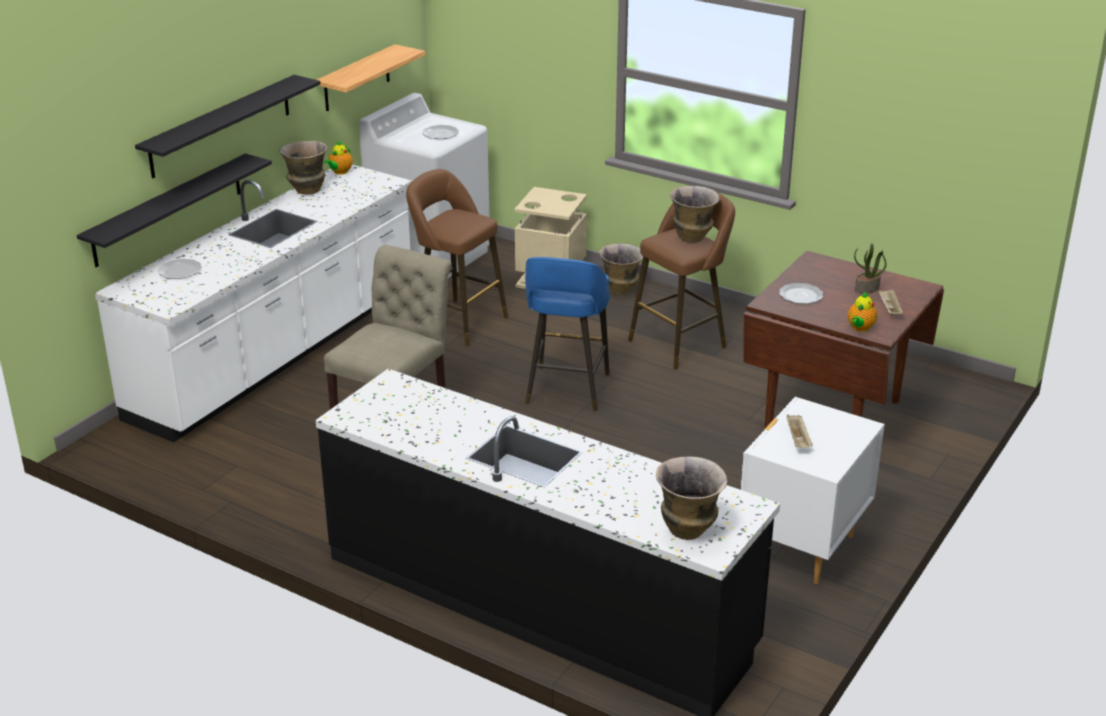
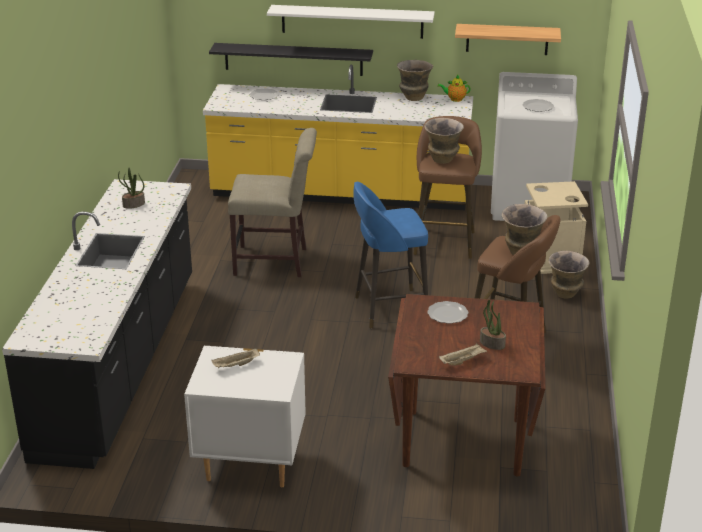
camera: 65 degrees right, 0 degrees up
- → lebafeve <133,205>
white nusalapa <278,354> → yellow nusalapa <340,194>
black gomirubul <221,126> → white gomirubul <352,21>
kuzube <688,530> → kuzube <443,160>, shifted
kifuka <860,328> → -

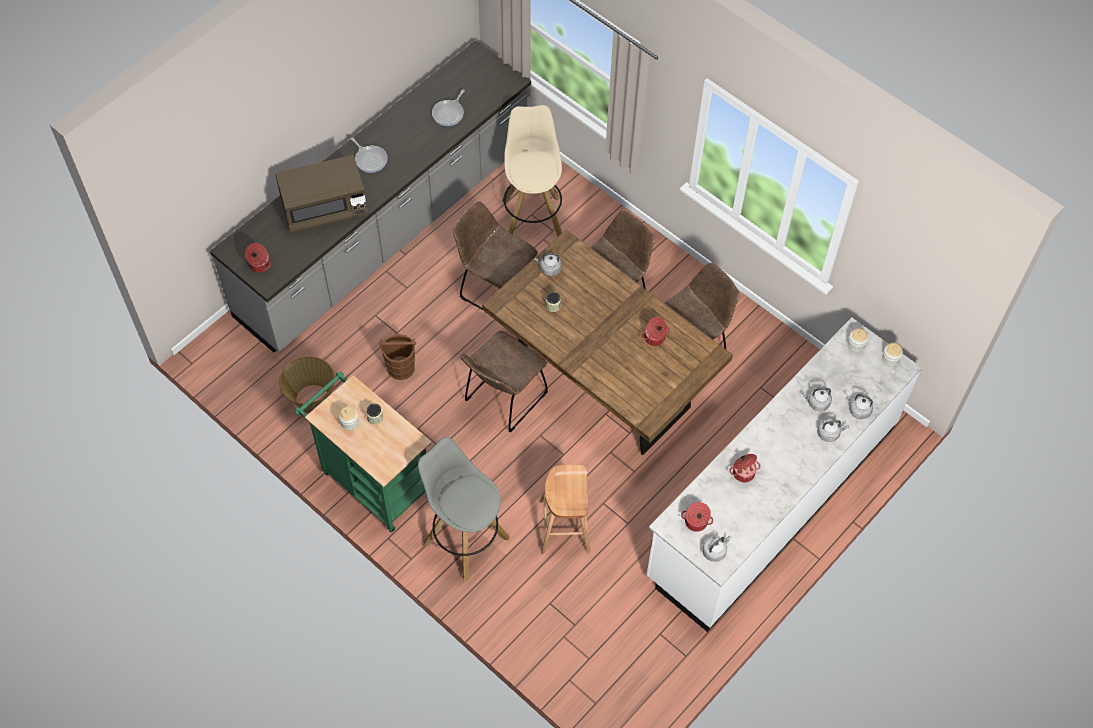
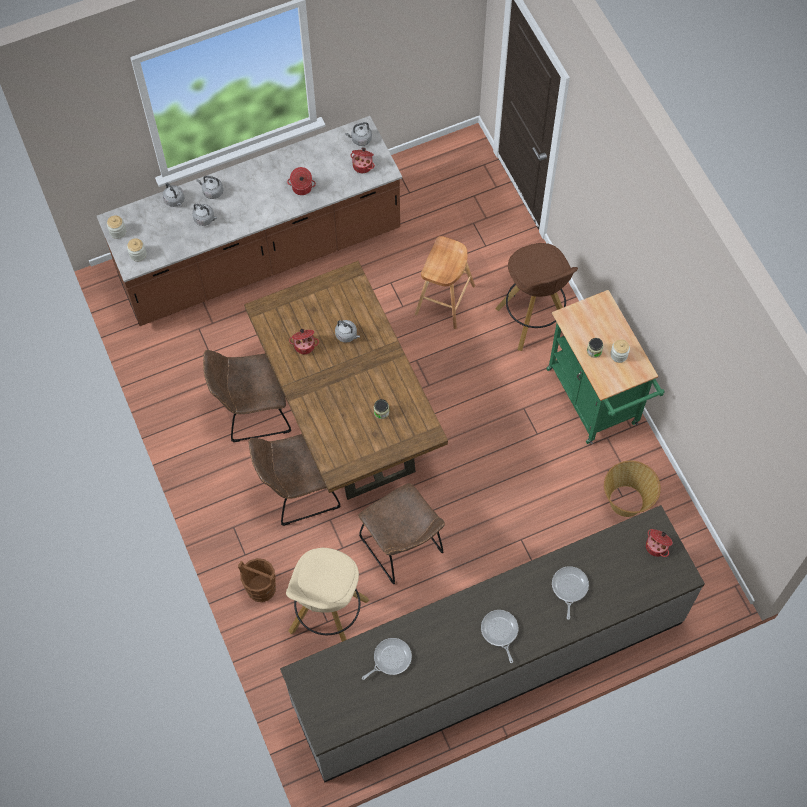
camera: 155 degrees left, 5 degrees up
white nusalapa <772,500> → brown nusalapa <260,256>
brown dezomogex <400,368> → brown dezomogex <261,588>, shifted
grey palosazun <549,269> → grey palosazun <347,335>, shifted
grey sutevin <465,539> → brown sutevin <534,320>
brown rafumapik <325,208> → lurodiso <569,588>
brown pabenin <503,400> → -

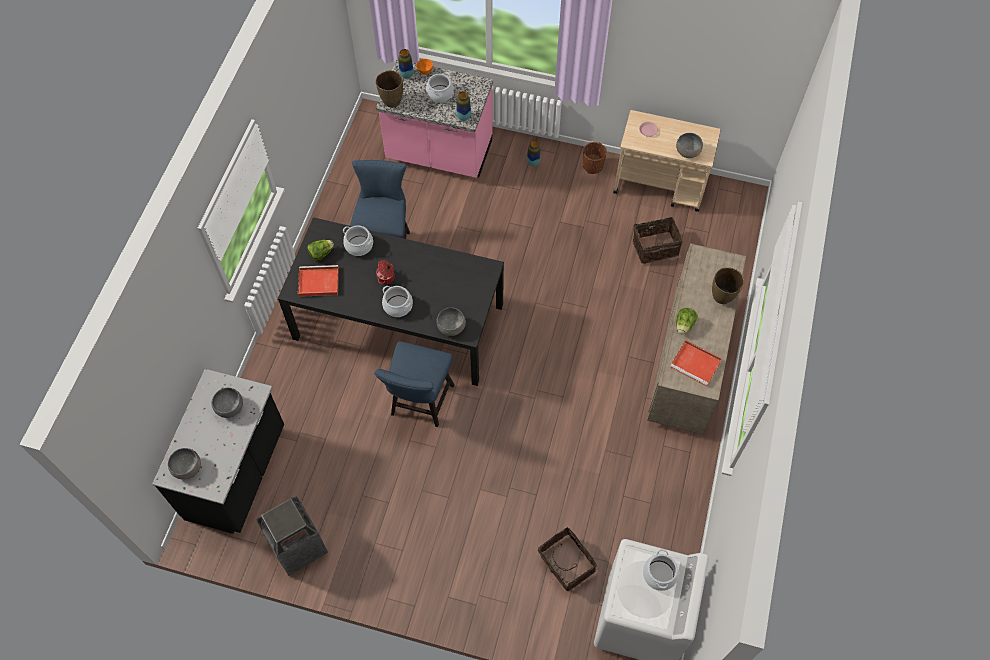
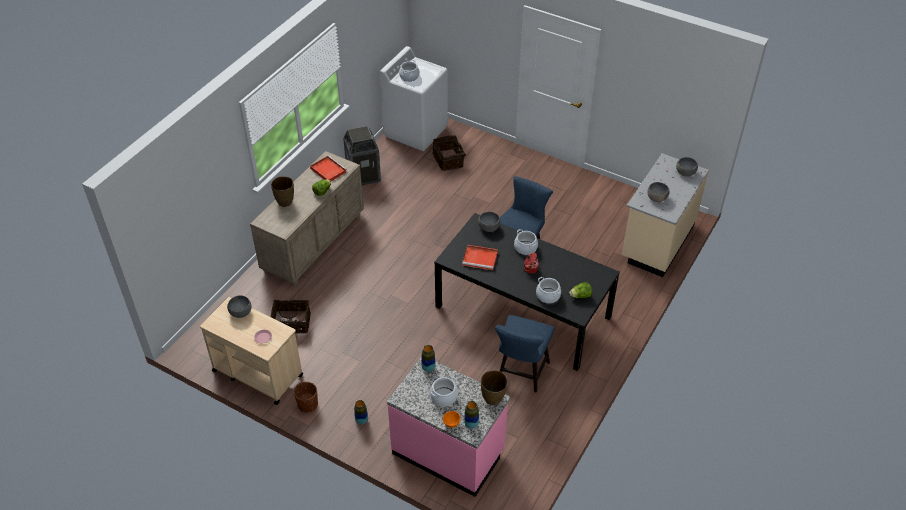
camera: 165 degrees left, 15 degrees down
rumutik <298,546> → rumutik <363,175>, shifted
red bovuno <317,282> → red bovuno <480,258>, shifted
black nusalapa <238,474> → beige nusalapa <656,241>

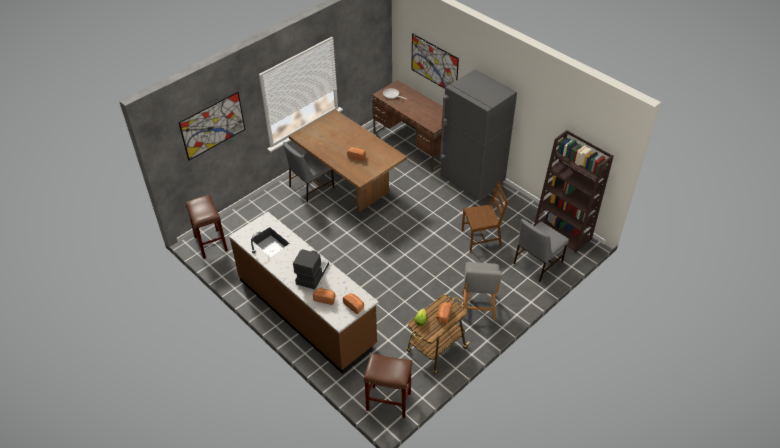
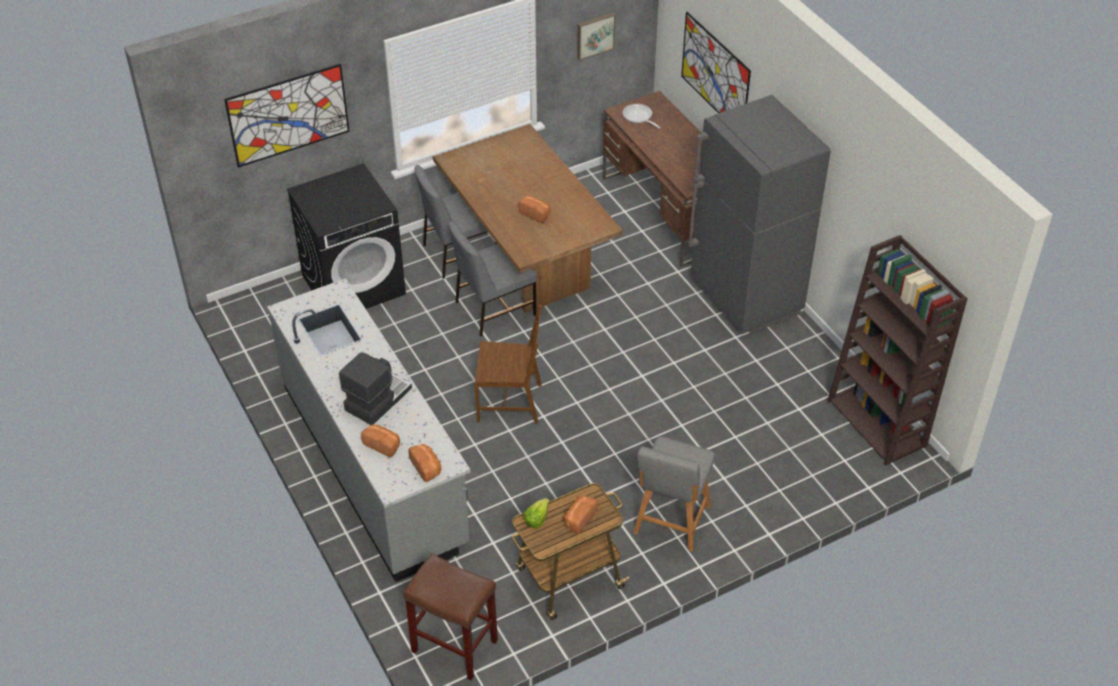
camera: 15 degrees right, 0 degrees up
brown nusalapa <306,311> → grey nusalapa <374,464>
- → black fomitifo <354,284>
grey pabenin <537,263> → grey pabenin <493,308>, shifted
brown pabenin <481,238> → brown pabenin <510,402>, shifted
- → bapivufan <594,35>
brown sutevin <210,243> → -

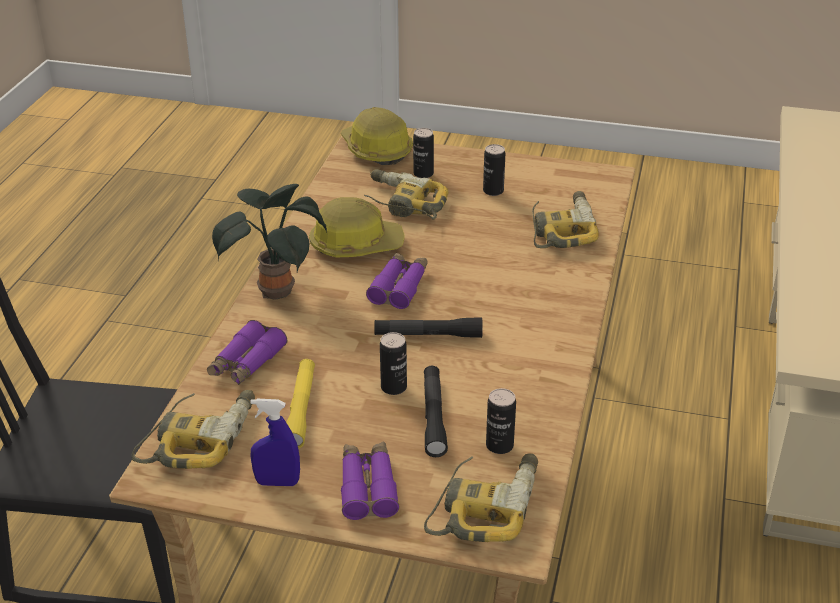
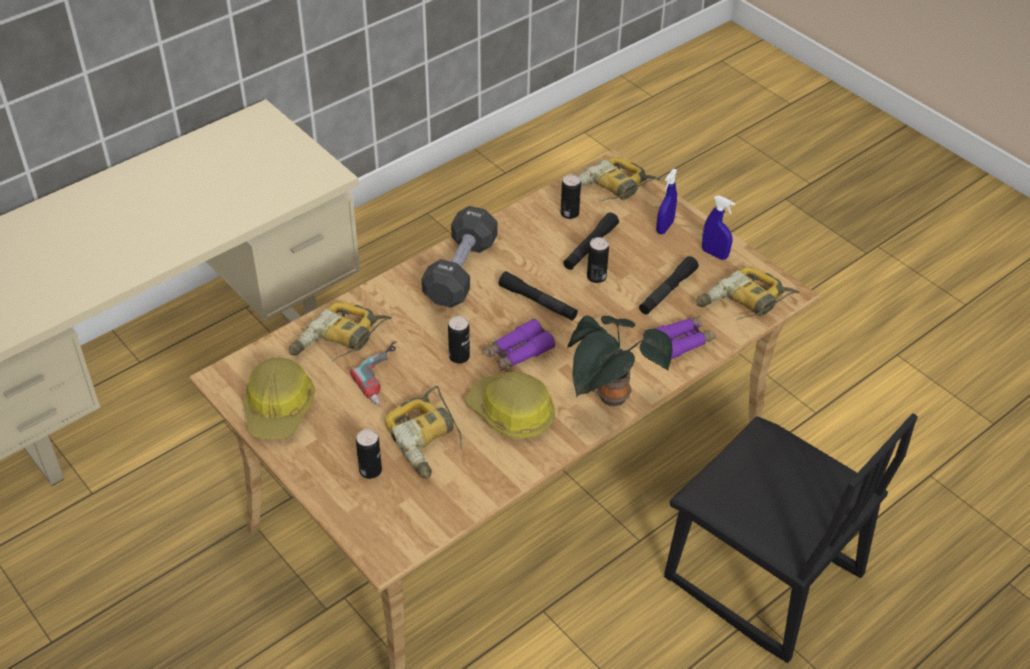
camera: 145 degrees left, 10 degrees up
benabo <376,150> → benabo <279,407>, shifted
- → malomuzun <385,377>
- → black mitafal <460,271>
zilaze <493,191> → zilaze <459,356>, shifted
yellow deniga <301,409> → black deniga <667,291>
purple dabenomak <368,487> → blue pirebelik <664,227>

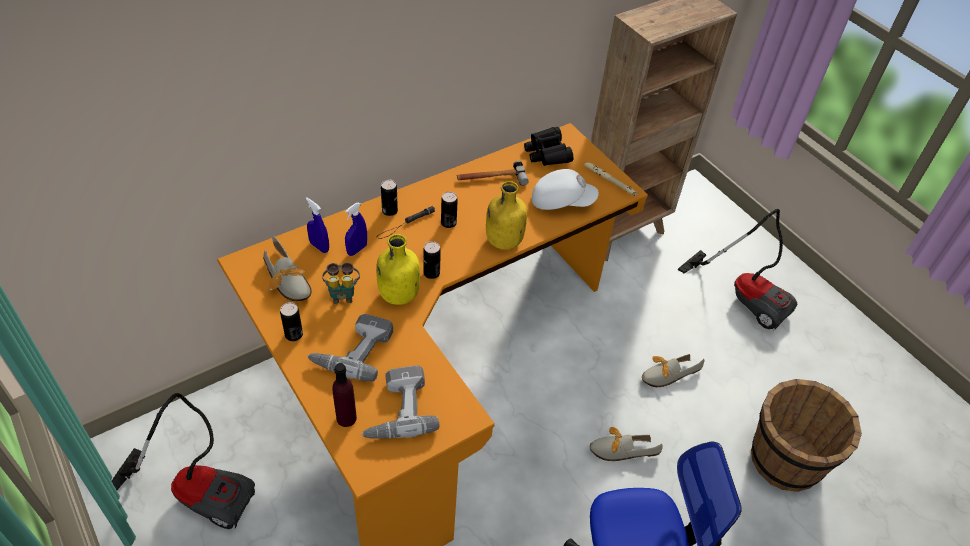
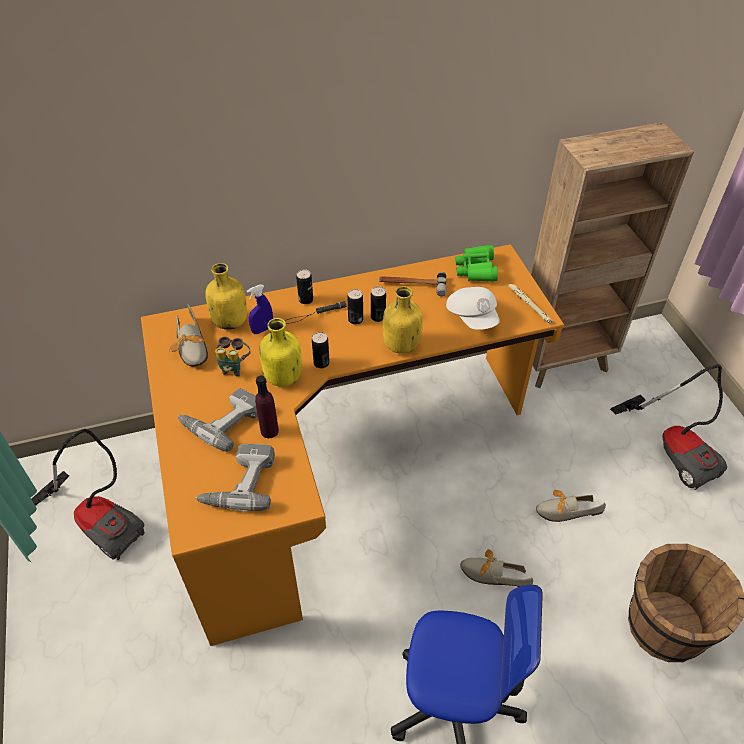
camera: 20 degrees right, 0 degrees up
blue pirebelik <319,247> → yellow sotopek <230,321>
purple sotopek <346,418> → purple sotopek <269,431>, shifted
zilaze <294,334> → zilaze <378,317>, shifted
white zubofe <562,201> → white zubofe <473,317>, 45 degrees clockwise
black dabenomak <547,153> → green dabenomak <476,269>

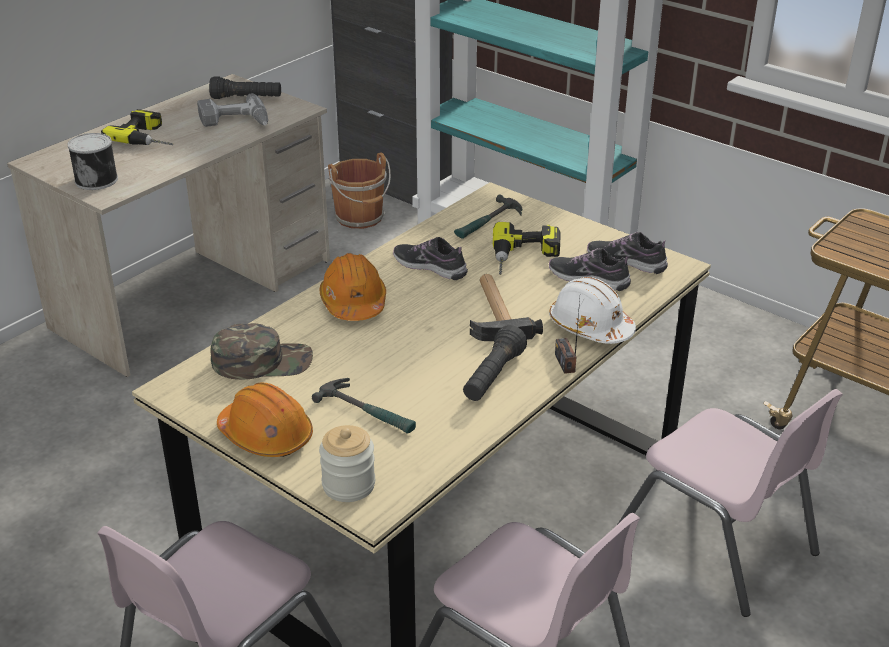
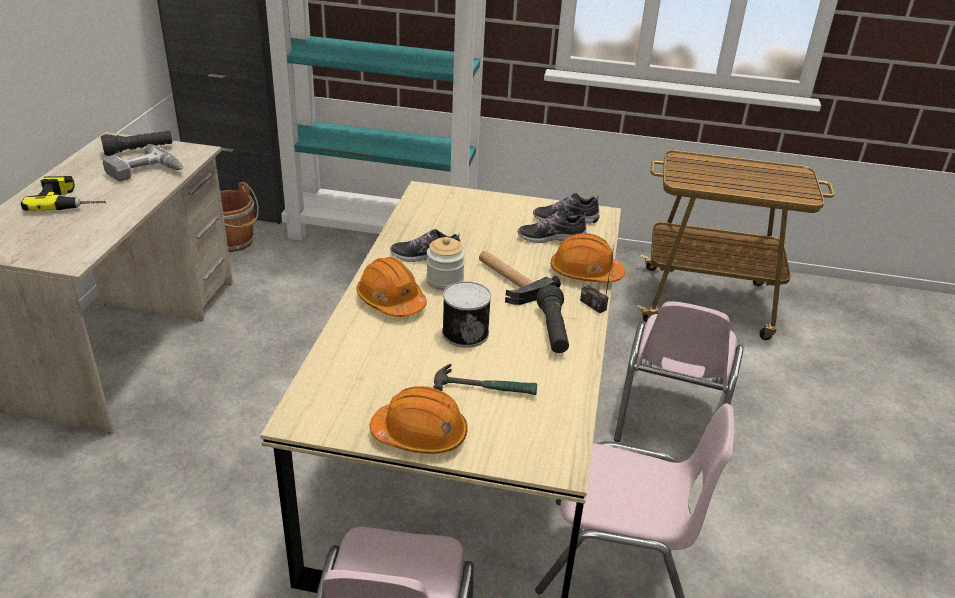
camera: 30 degrees left, 0 degrees up
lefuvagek <348,485> → lefuvagek <445,281>, shifted
zilaze <97,179> → zilaze <465,332>, shifted
white benabo <590,327> → orange benabo <585,273>
pink pabenin <717,543> → pink pabenin <670,415>, 90 degrees clockwise
green zubofe <262,361> → -
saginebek <488,223> → -
malomuzun <525,258> → -

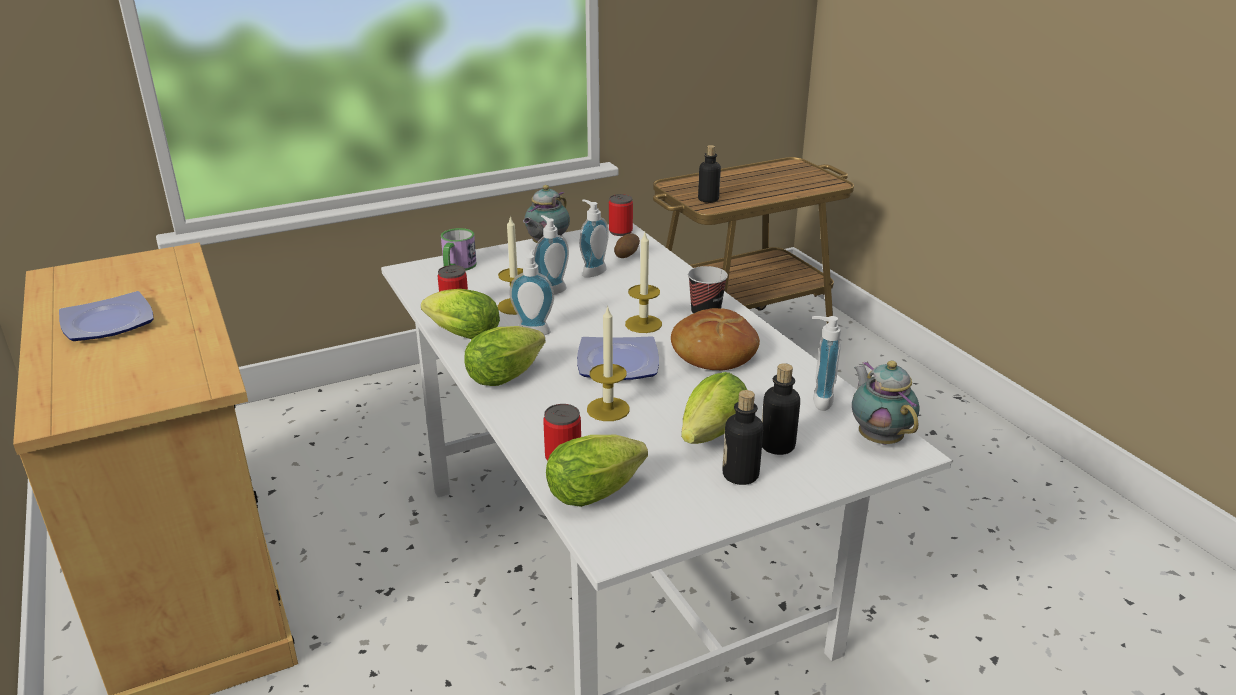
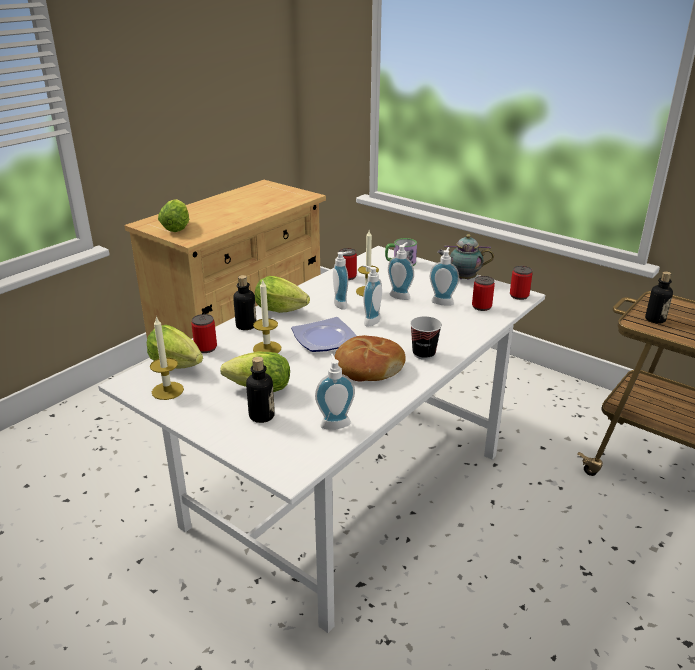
camera: 65 degrees right, 0 degrees up
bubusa <643,324> → bubusa <167,391>, shifted
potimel <459,335> → potimel <177,227>, shifted
sotopek <740,475> → sotopek <246,326>, shifted
- → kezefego <369,321>
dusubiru <626,256> → zilaze <481,306>
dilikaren <110,323> → -
kifuka <878,438> → -

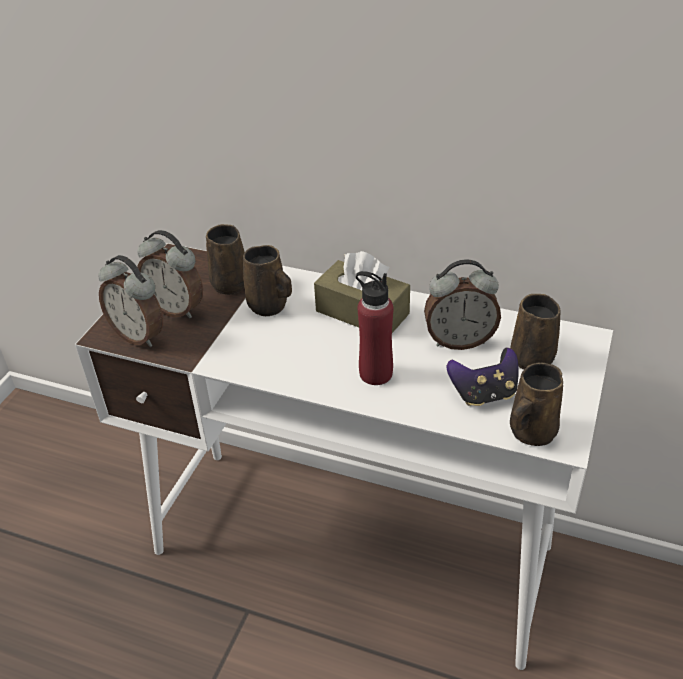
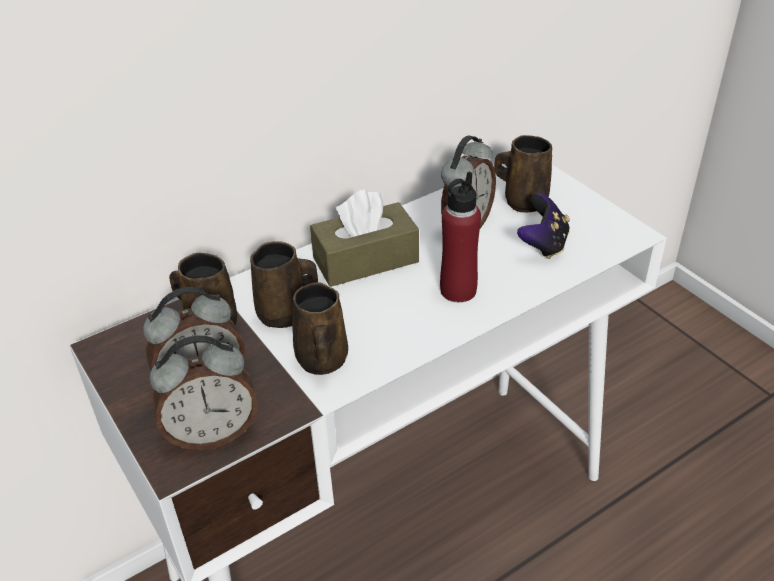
camera: 55 degrees left, 0 degrees up
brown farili <530,432> → brown farili <322,361>, shifted

